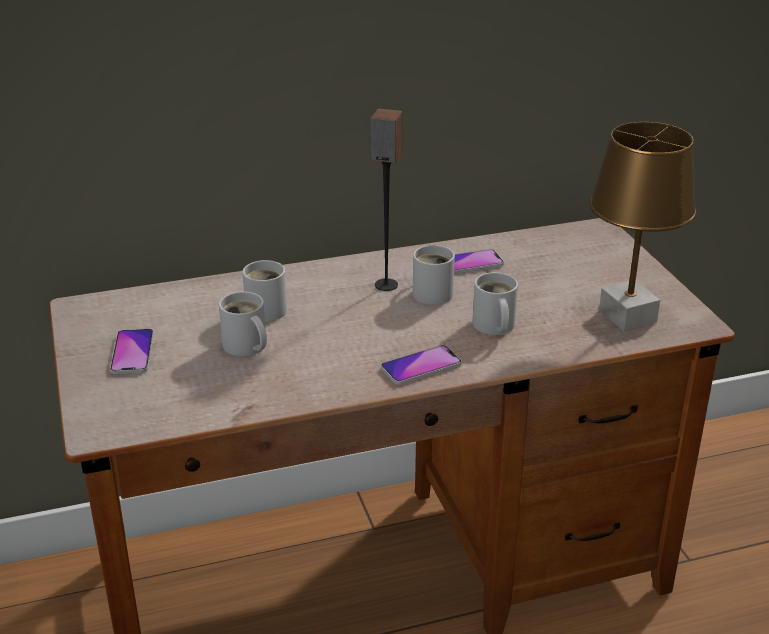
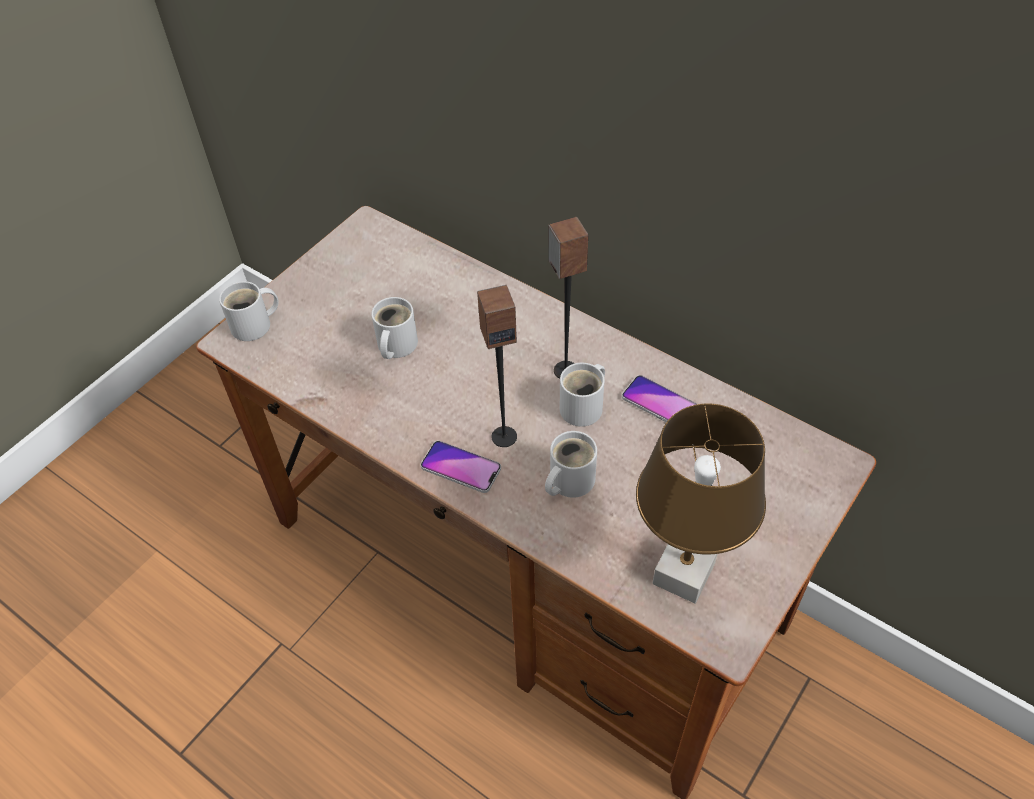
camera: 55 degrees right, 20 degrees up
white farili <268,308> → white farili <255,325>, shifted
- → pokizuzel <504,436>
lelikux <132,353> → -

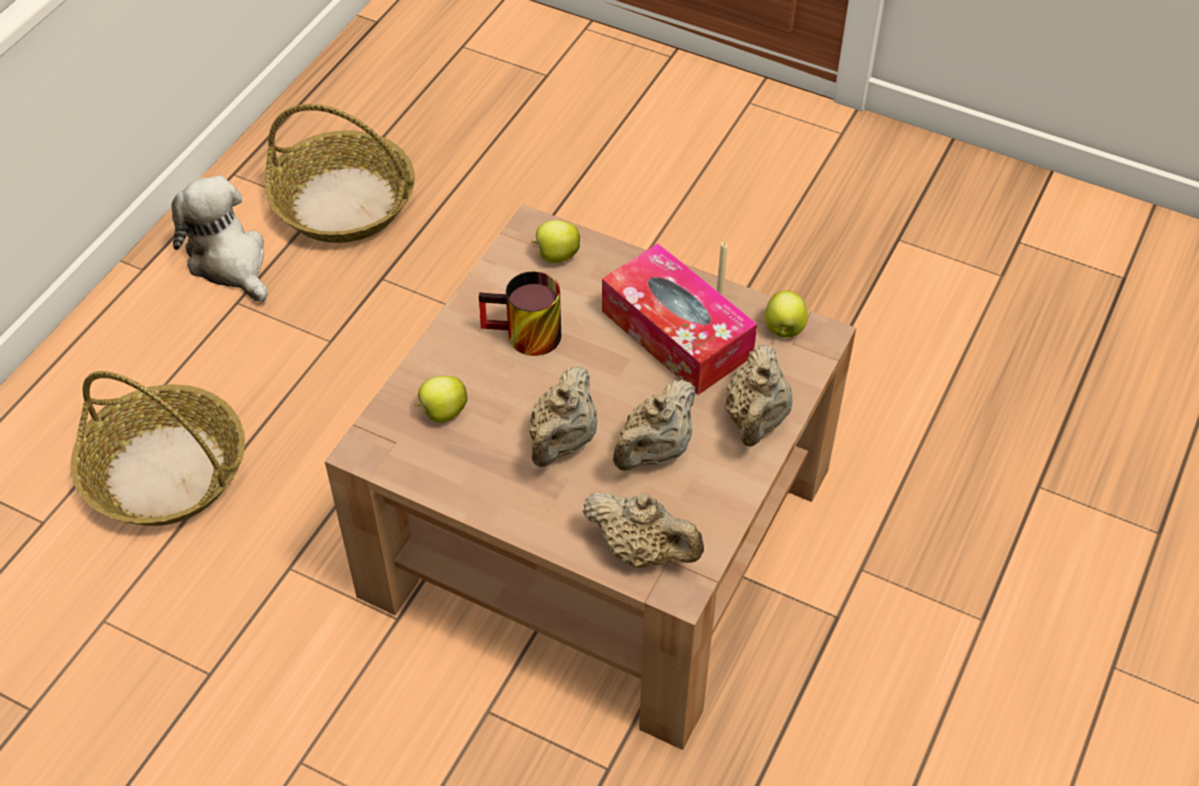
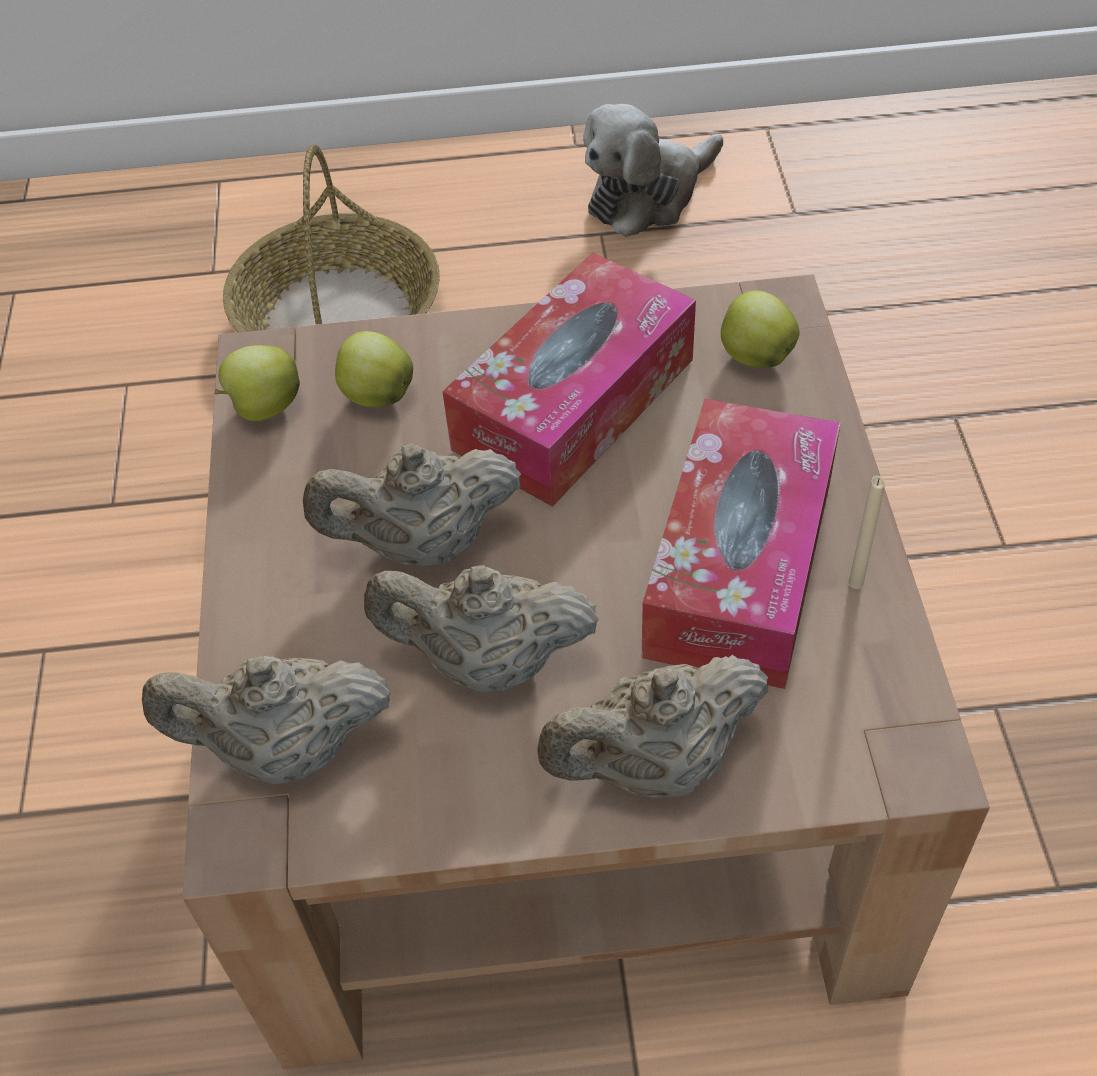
camera: 60 degrees right, 0 degrees up
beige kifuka <642,550> → beige kifuka <284,749>, 90 degrees clockwise
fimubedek <784,329> → fimubedek <264,408>, shifted
farili <524,338> → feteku <574,404>
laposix <229,262> → laposix <648,196>, 150 degrees counterclockwise
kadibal <343,203> → -

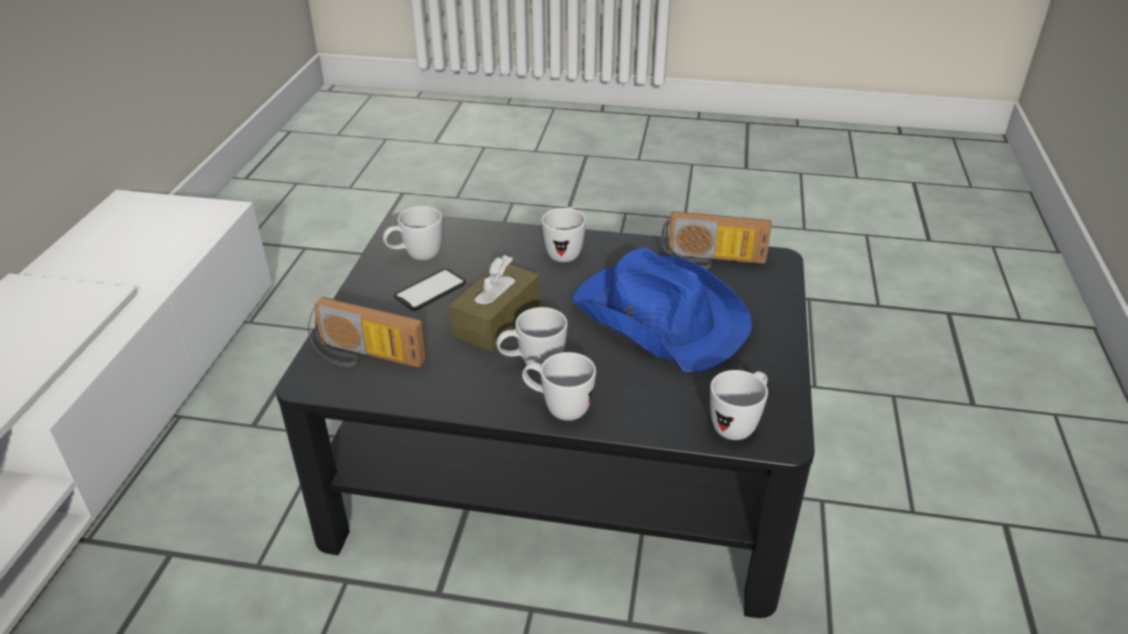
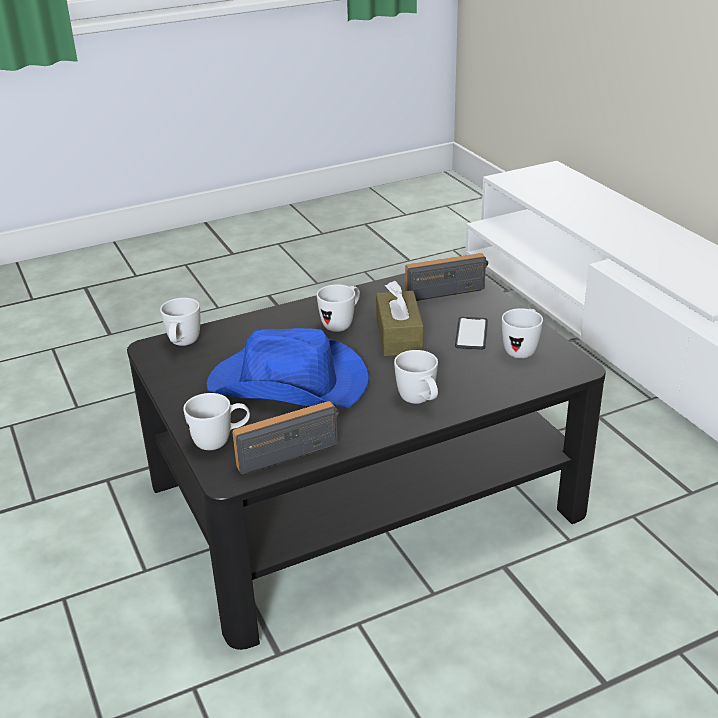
camera: 145 degrees right, 5 degrees down
white farili <558,408> → white farili <220,442>, shifted

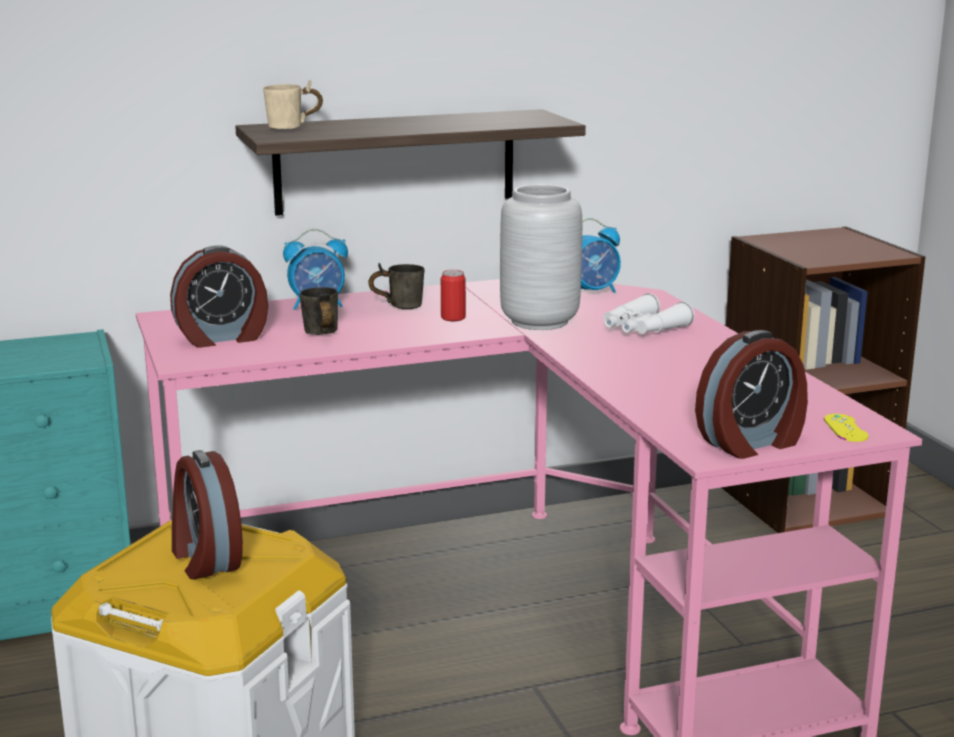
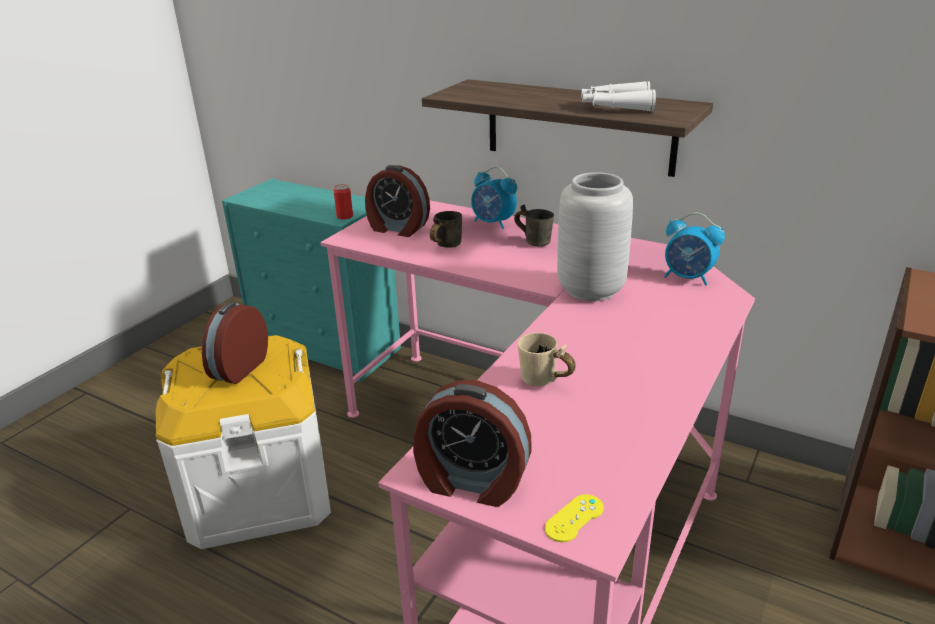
camera: 50 degrees right, 10 degrees up
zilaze <453,318> → zilaze <345,216>, shifted
beige farili <293,129> → beige farili <542,384>, shifted
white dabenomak <642,329> → white dabenomak <615,107>, shifted

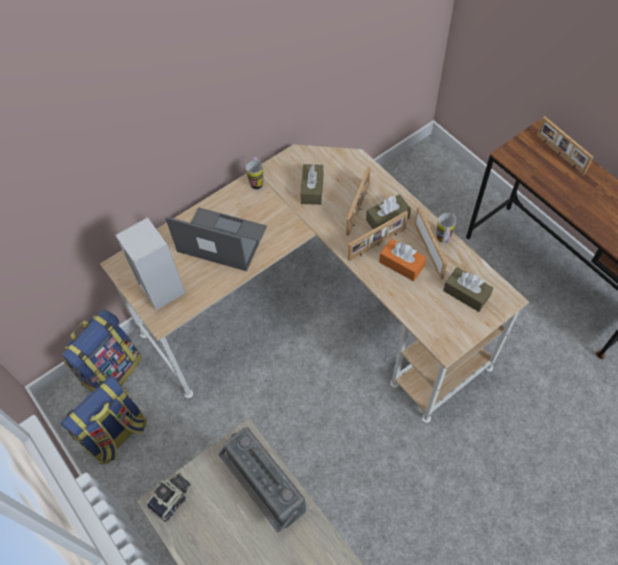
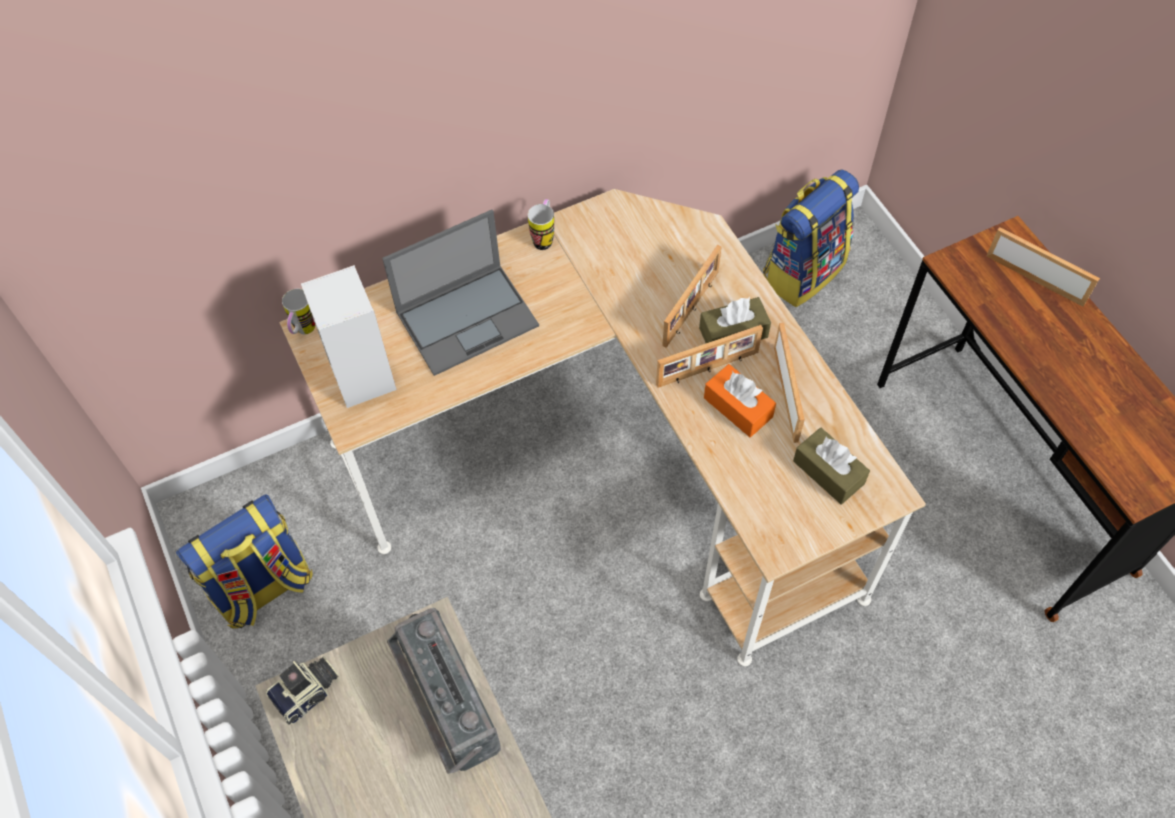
camera: 10 degrees right, 0 degrees up
farili <443,241> → farili <303,332>, shifted
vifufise <221,239> → vifufise <468,318>, 120 degrees clockwise
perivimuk <111,370> → perivimuk <803,271>, shifted
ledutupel <559,154> → ledutupel <1035,278>, 150 degrees clockwise
brown feteku <312,189> → -

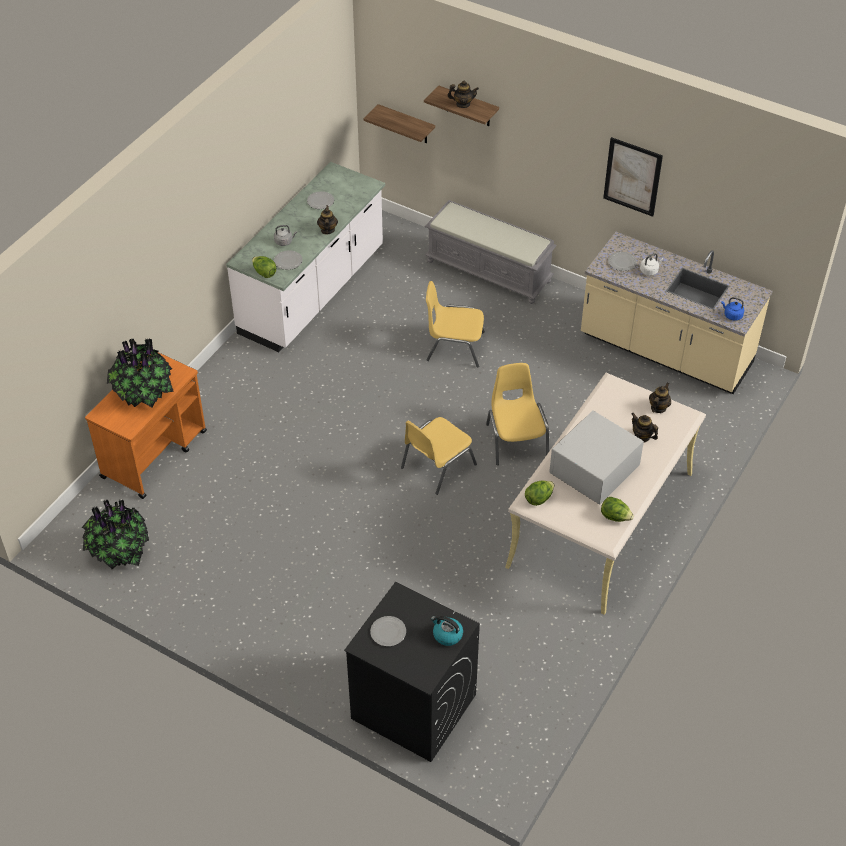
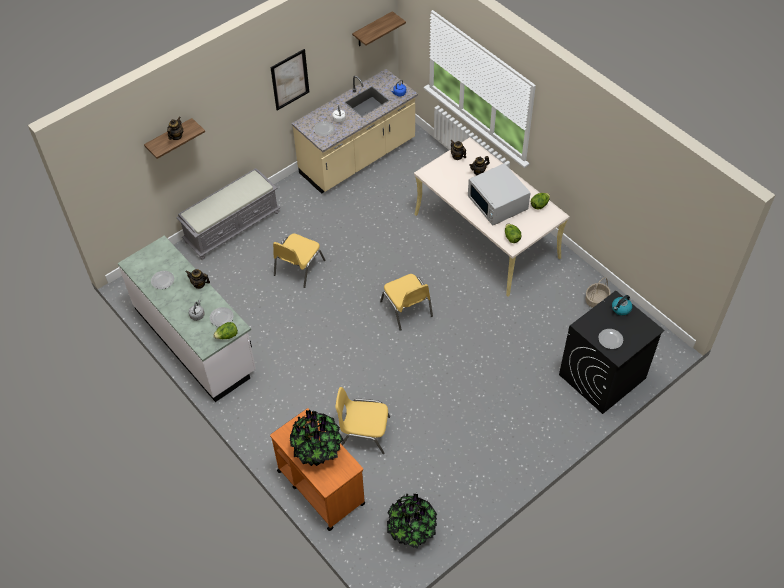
camera: 70 degrees left, 5 degrees up
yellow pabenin <516,440> → yellow pabenin <364,432>, shifted
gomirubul <406,125> → gomirubul <372,30>, shifted
- → kadibal <596,300>

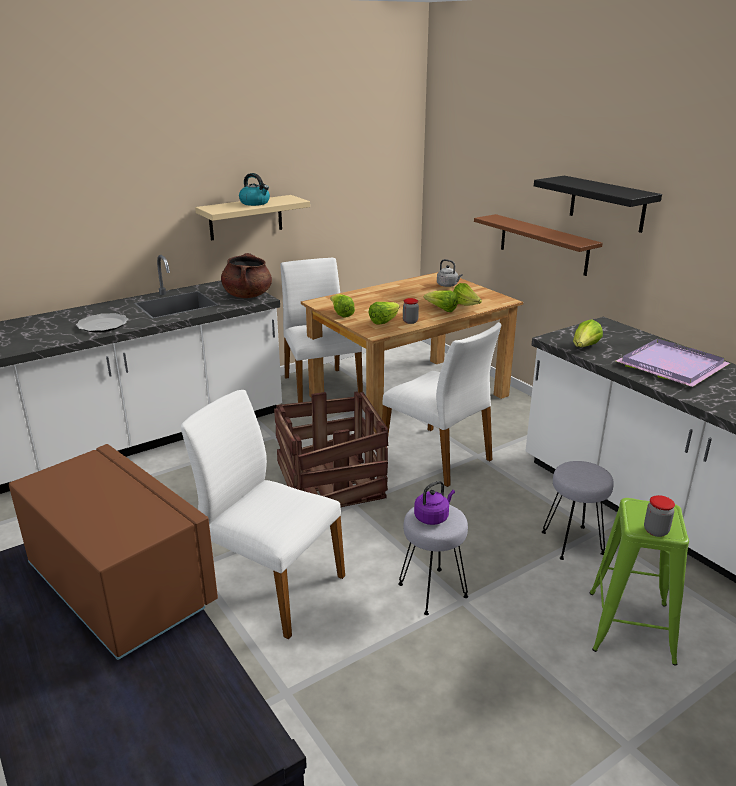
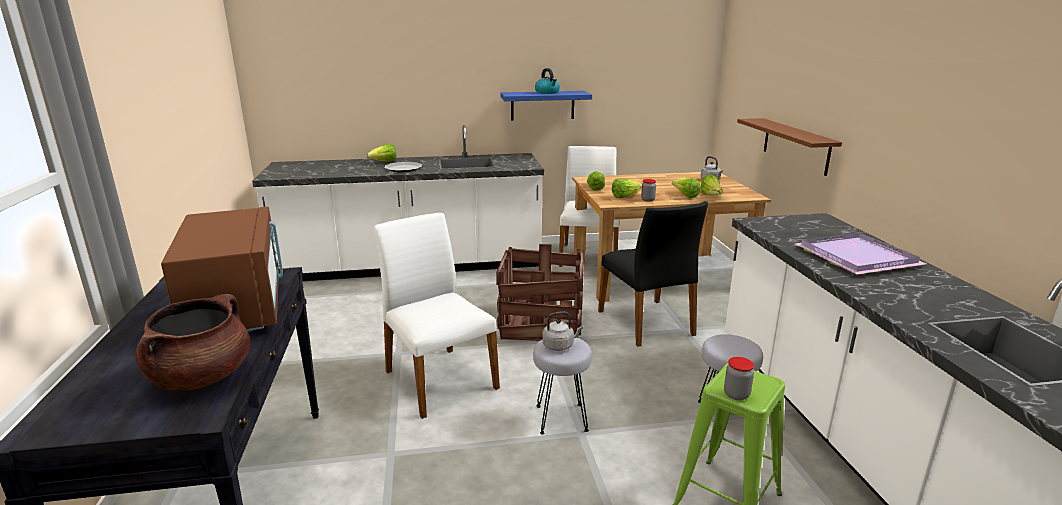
camera: 25 degrees right, 5 degrees down
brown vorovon <247,295> → brown vorovon <202,377>, shifted
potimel <584,348> → potimel <384,162>, shifted
beige gomirubul <246,217> → blue gomirubul <542,105>
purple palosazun <432,517> → grey palosazun <560,346>
white pabenin <438,457> → black pabenin <647,323>
black gomirubul <607,204> → -

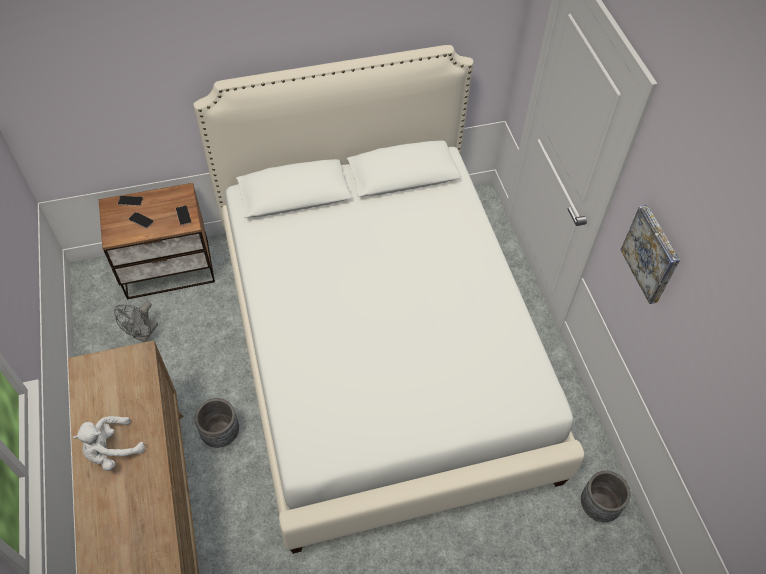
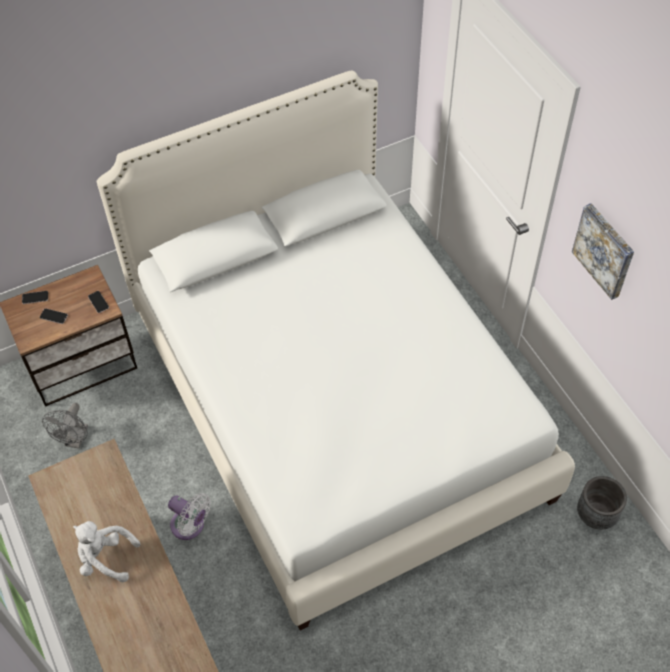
camera: 10 degrees left, 0 degrees up
white laposix <112,451> → white laposix <105,558>, 60 degrees clockwise
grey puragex <221,433> → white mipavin <190,526>

